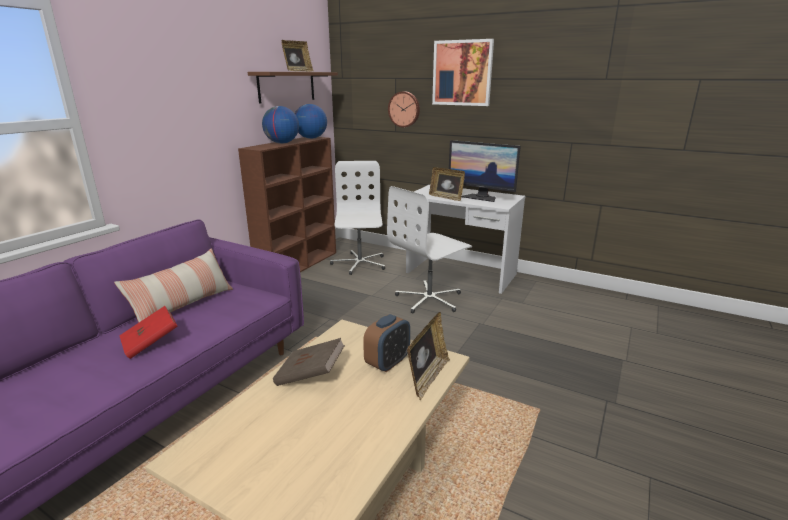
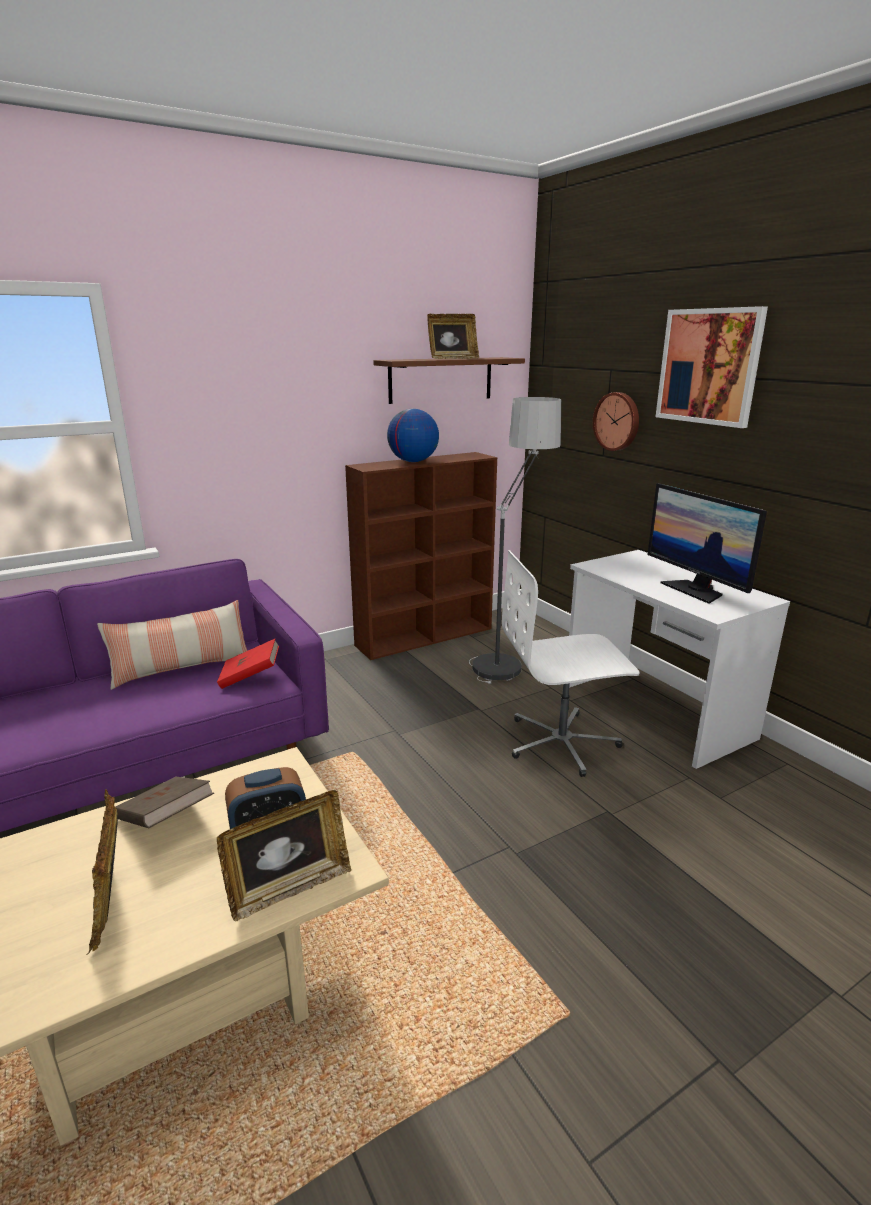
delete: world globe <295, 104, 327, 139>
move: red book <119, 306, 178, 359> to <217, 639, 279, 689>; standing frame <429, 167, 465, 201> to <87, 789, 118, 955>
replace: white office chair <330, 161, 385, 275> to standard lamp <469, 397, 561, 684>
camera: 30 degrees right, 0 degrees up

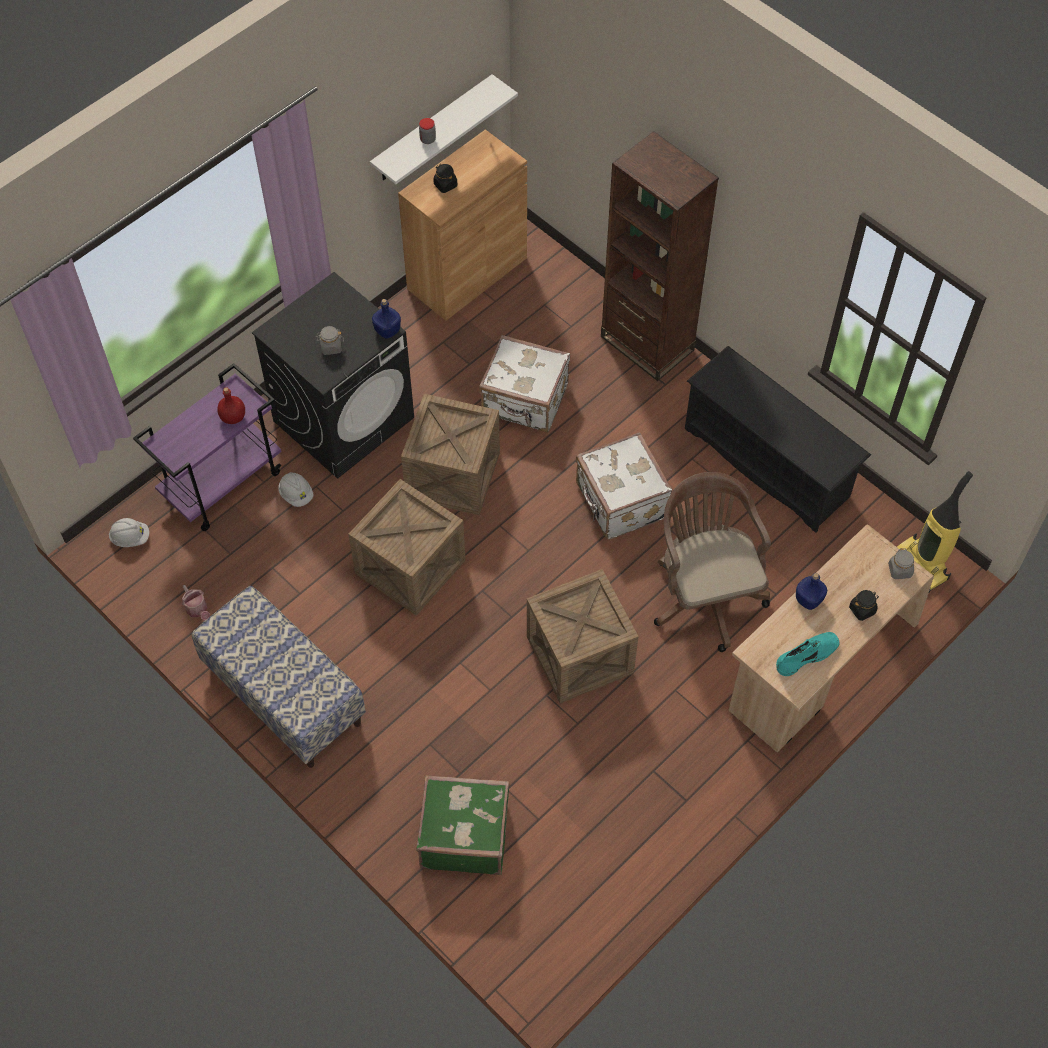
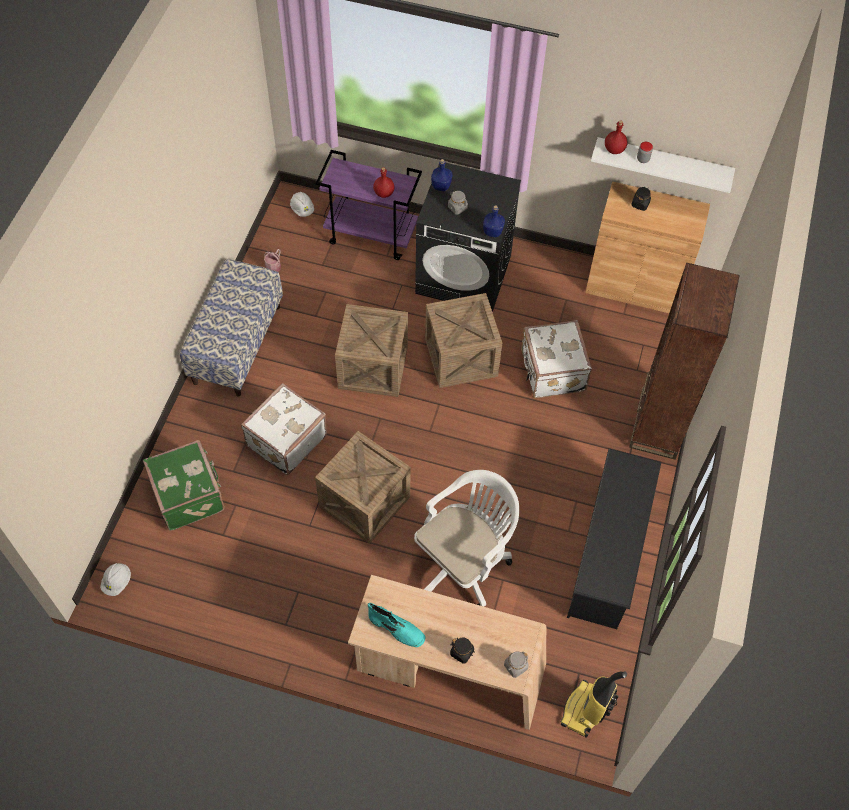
insert: red drink bottle <605, 120, 627, 154>
move: white safety helmet <278, 472, 314, 507> to <100, 563, 131, 596>; white suitcase <576, 432, 672, 540> to <241, 383, 327, 475>; blue-coloured drink bottle <796, 573, 827, 610> to <431, 159, 452, 191>
recolor: brownish office chair <654, 472, 771, 652> to white office chair <414, 470, 519, 607>
camera: 60 degrees right, 0 degrees up

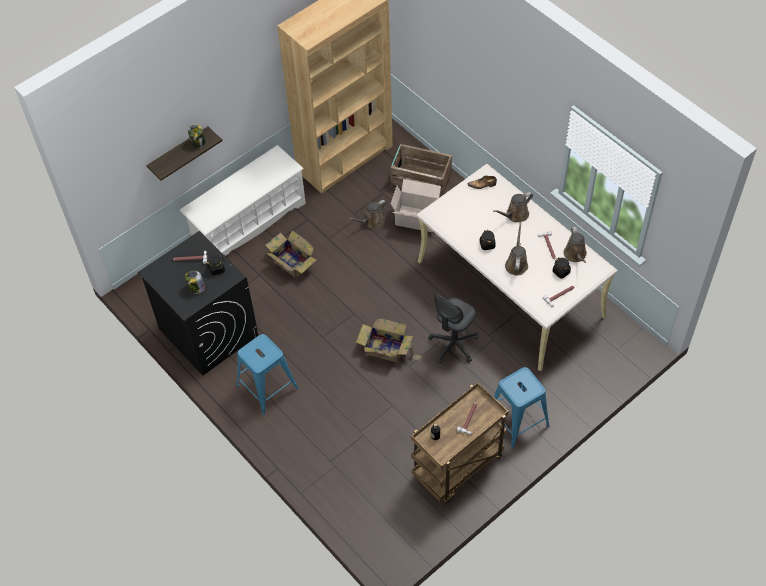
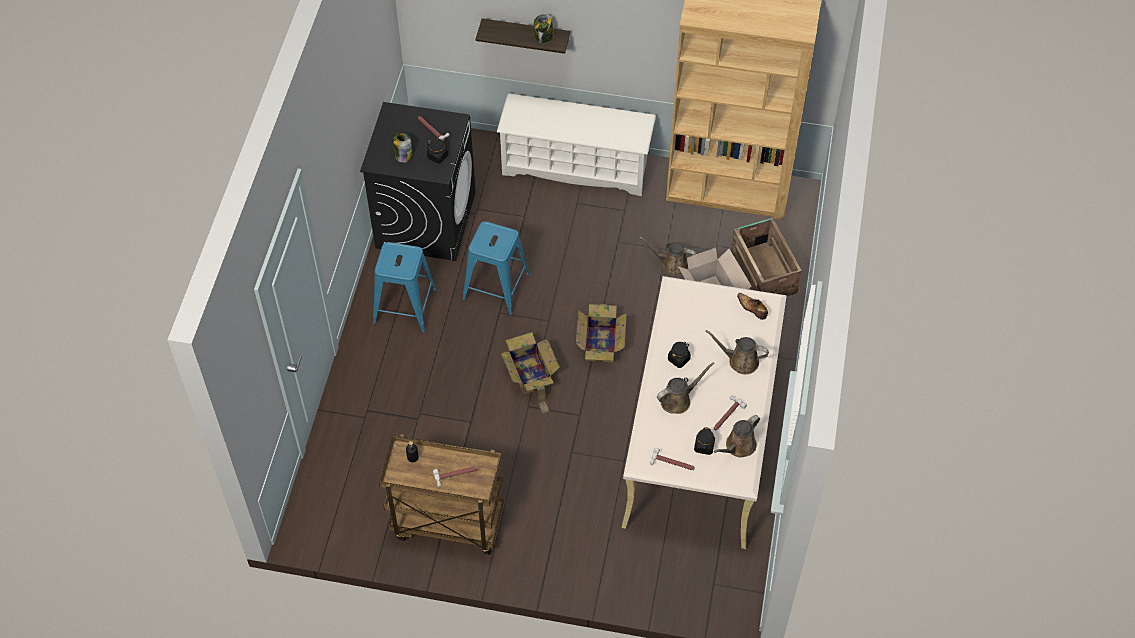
delete: grey office chair <428, 293, 478, 364>
move: packing box <265, 230, 316, 278> to <576, 304, 627, 362>; blue-coloured sitting stool <494, 367, 549, 449> to <462, 221, 530, 315>
camera: 50 degrees right, 0 degrees up

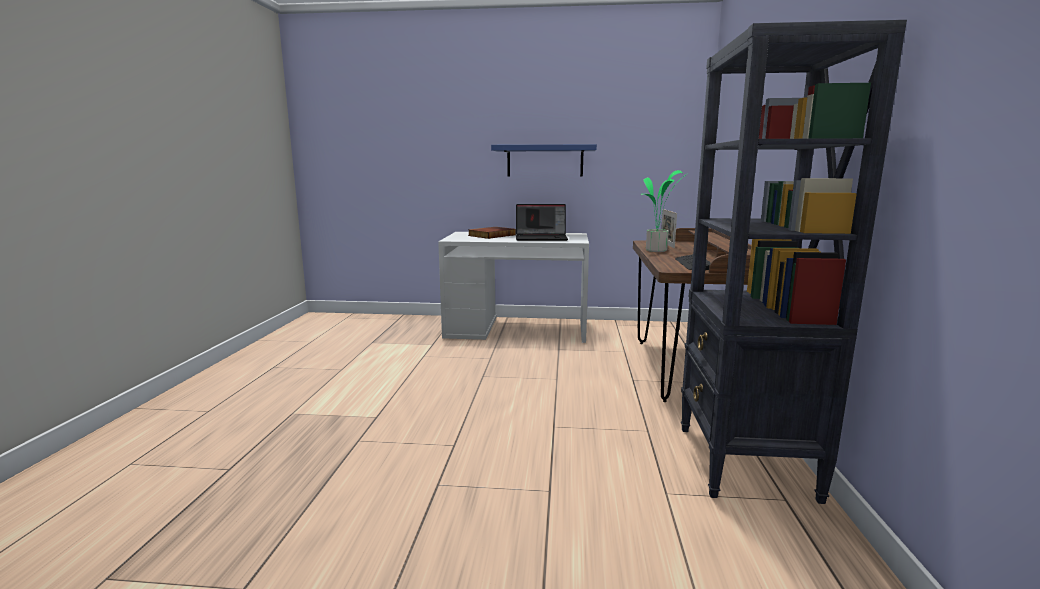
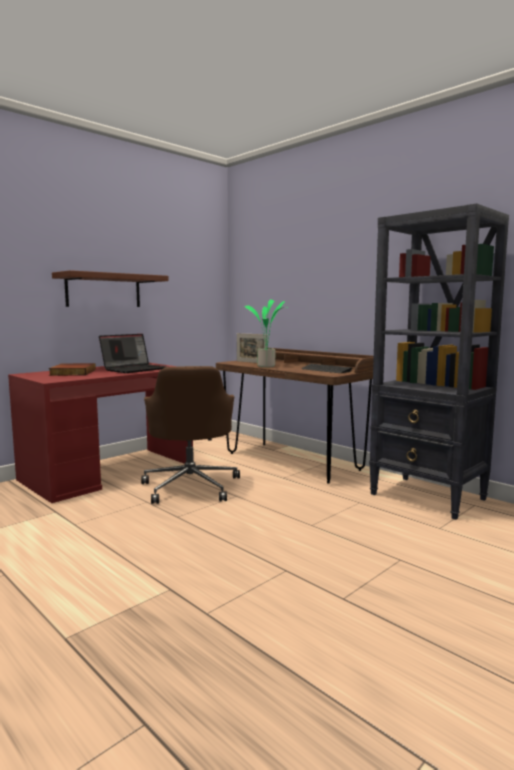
insert: brownish office chair <141, 366, 240, 504>
recolor: white desk <438, 232, 589, 343> to red desk <8, 363, 193, 503>; blue-coloured bracket shelf <491, 144, 597, 177> to brownish bracket shelf <52, 270, 169, 307>
camera: 50 degrees left, 5 degrees down

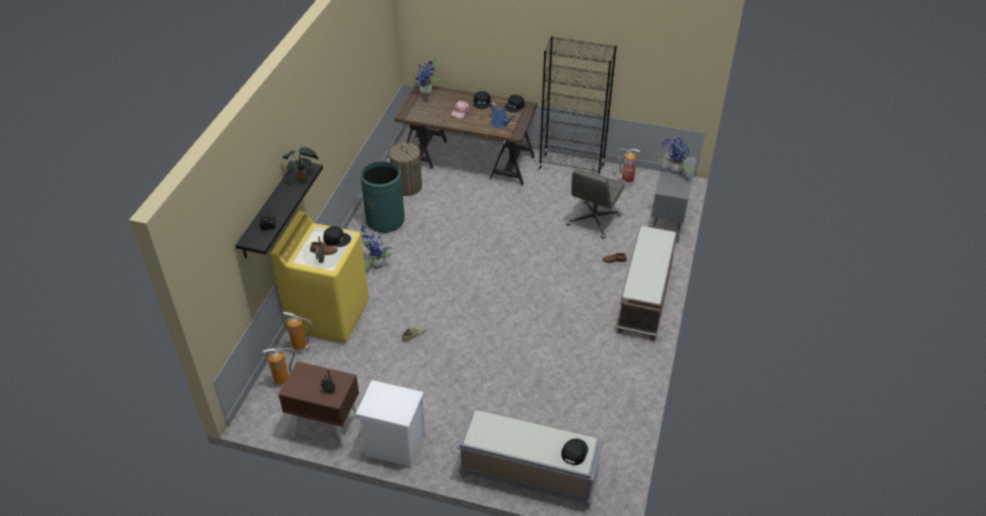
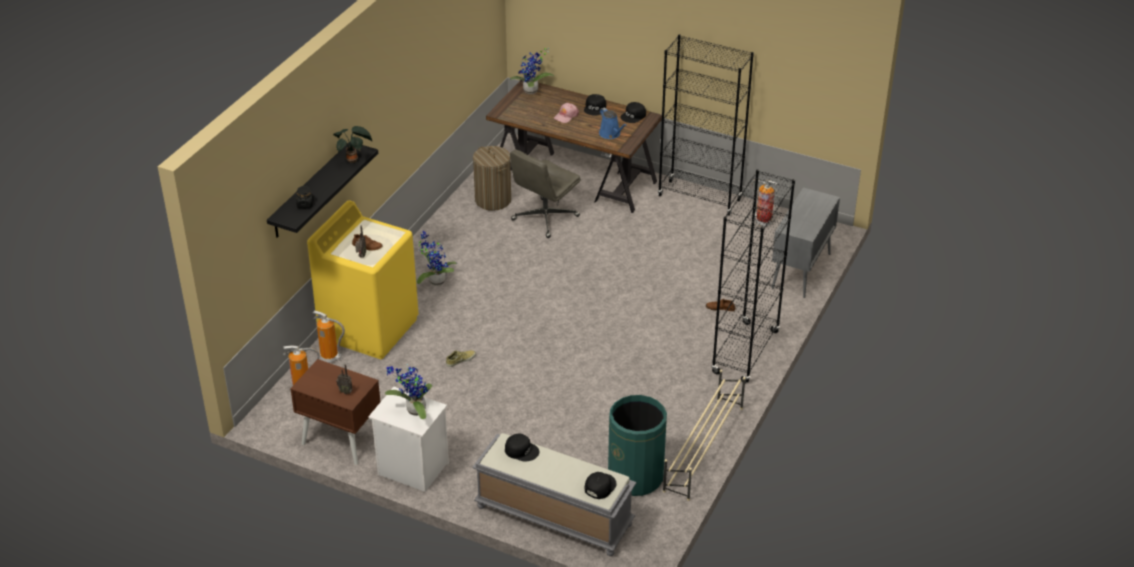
insert: beige-coloured shoe stand <663, 370, 746, 501>
move: black-coloured cap <323, 226, 351, 247> to <505, 433, 539, 462>; green-coloured waste bin <360, 161, 405, 233> to <608, 395, 667, 496>; grey office chair <566, 169, 625, 239> to <510, 150, 581, 238>; houseplant <658, 137, 693, 174> to <385, 364, 432, 419>
replace: brownish bench <617, 225, 678, 340> to black-coloured bookshelf <711, 169, 795, 383>
camera: 10 degrees right, 5 degrees down

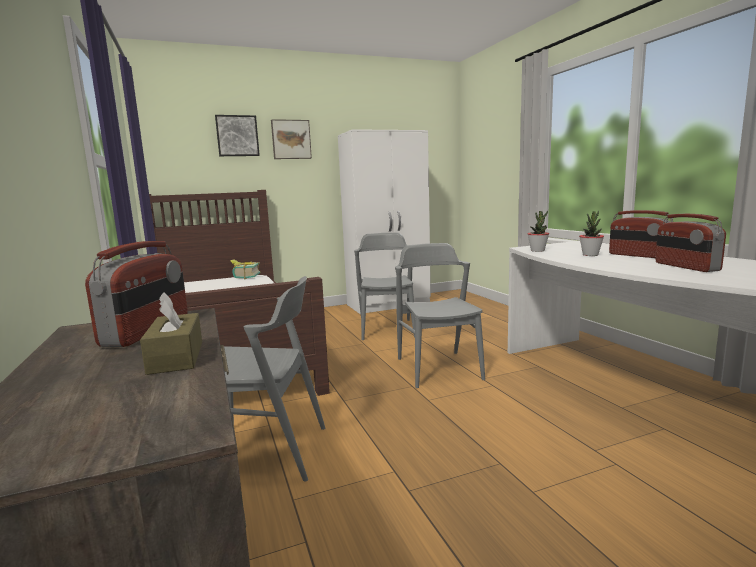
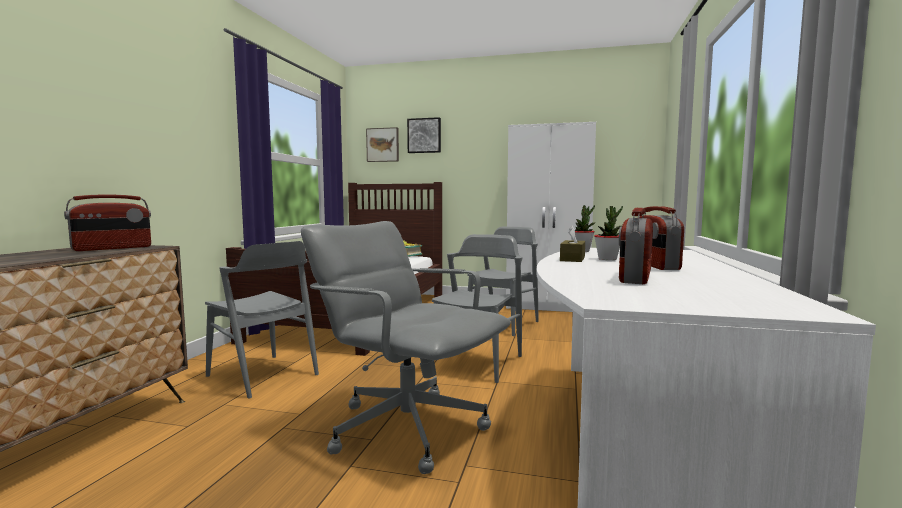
insert: grey office chair <301, 221, 511, 474>
move: brownish tissue box <140, 292, 202, 375> to <560, 226, 585, 262>; wall picture <271, 119, 312, 159> to <366, 127, 399, 162>
camera: 35 degrees right, 5 degrees down

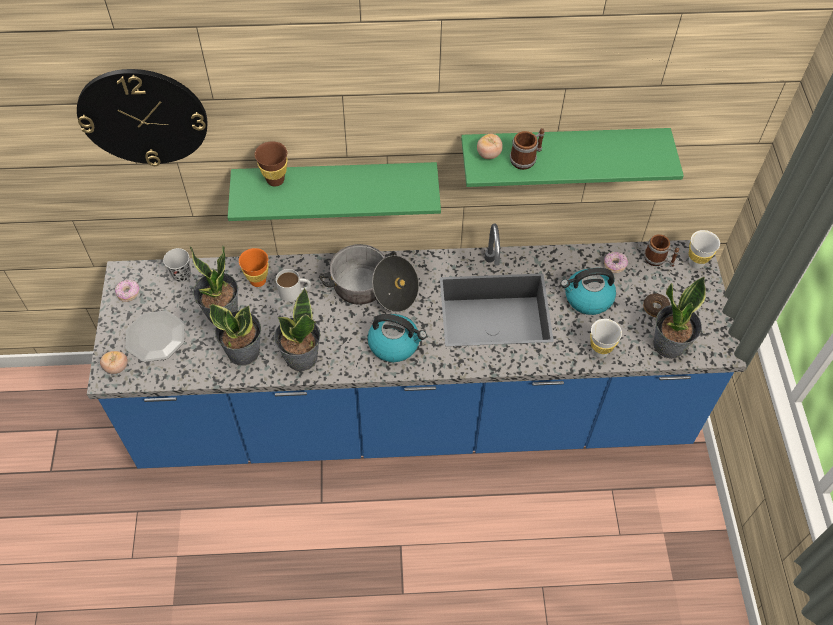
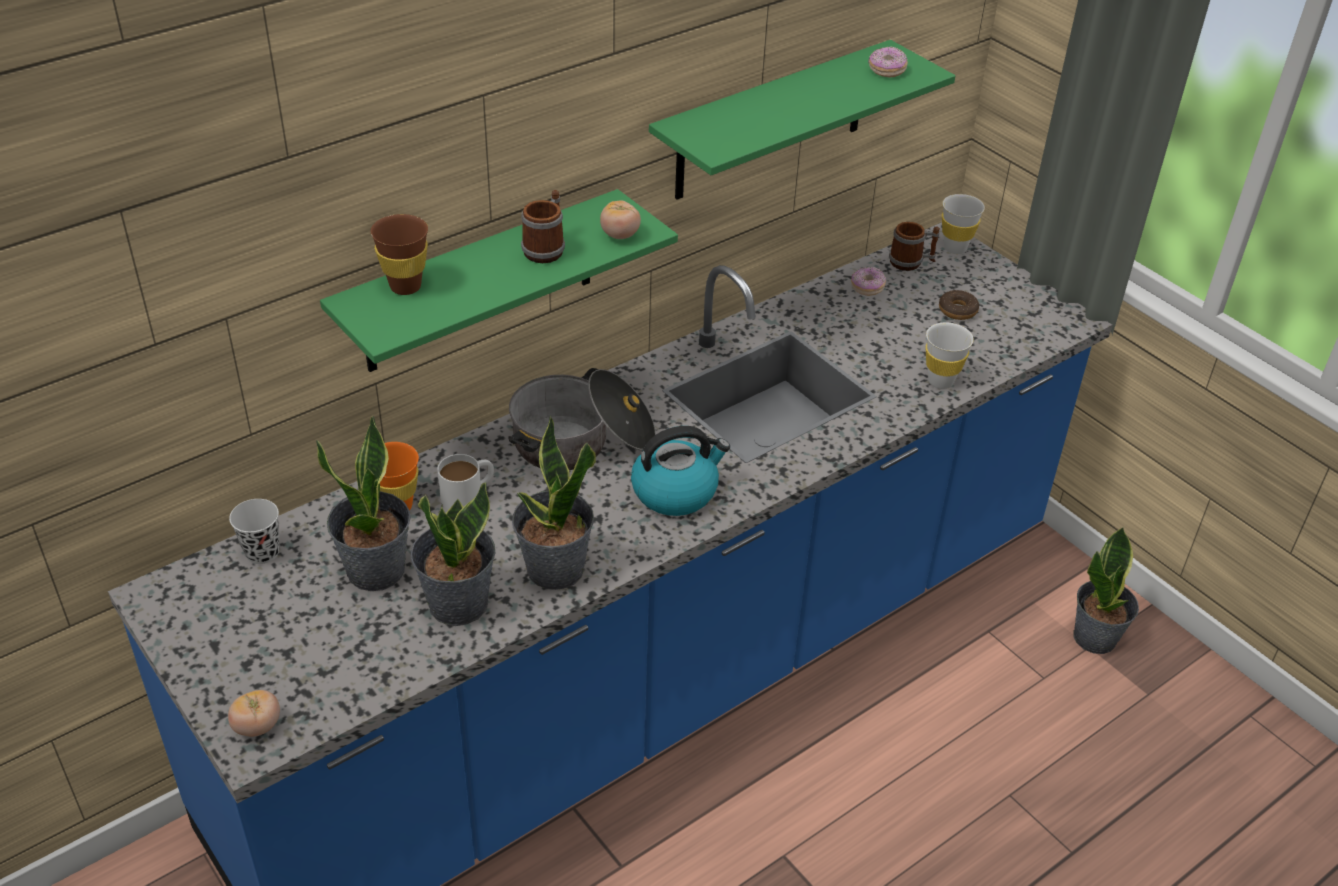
delete: clock on the wall <77, 69, 208, 166>; dinner plate <126, 311, 185, 362>; tea kettle <560, 268, 616, 315>
move: ring doughnut <115, 280, 140, 302> to <868, 46, 908, 77>; tomato <477, 134, 503, 159> to <600, 201, 641, 239>; mug <510, 128, 545, 170> to <521, 190, 565, 263>; houseplant <653, 277, 706, 359> to <1073, 527, 1139, 654>
camera: 35 degrees left, 15 degrees down

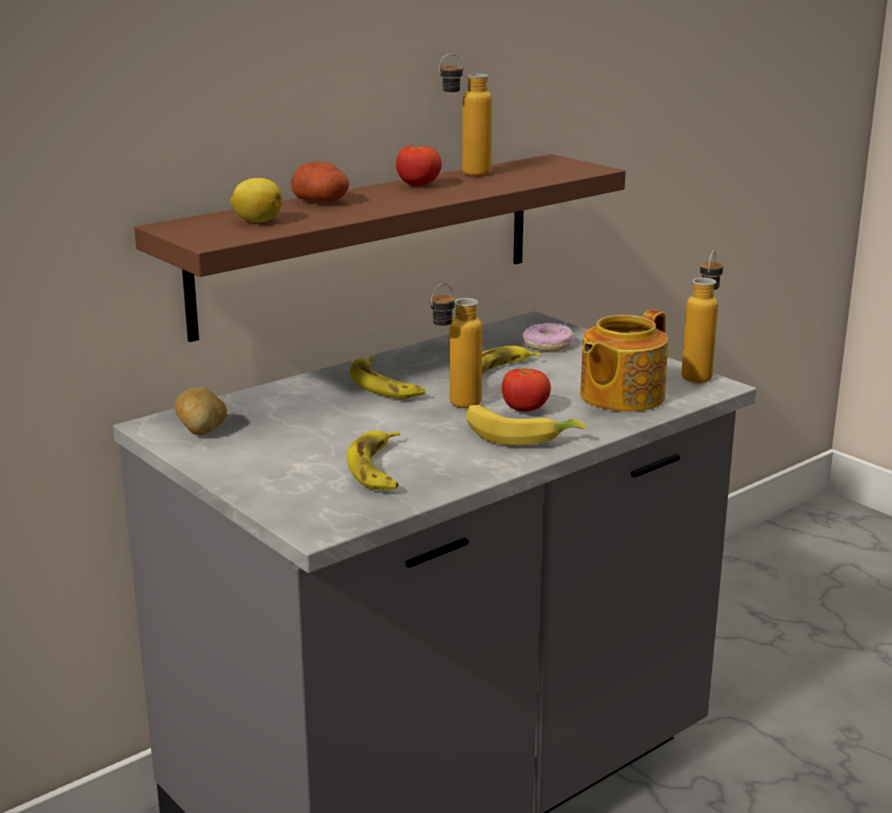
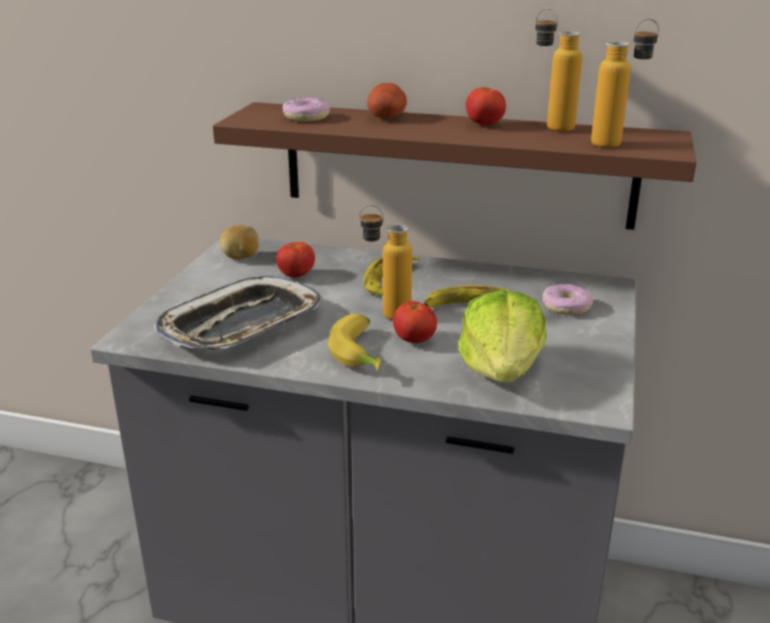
insert: tomato <276, 242, 315, 278>
move: drink bottle <681, 251, 723, 383> to <591, 19, 659, 148>
replace: whole lemon <230, 178, 283, 222> to ring doughnut <283, 97, 330, 122>; banana fruit <346, 430, 400, 490> to tray <154, 276, 323, 349>; teapot <580, 309, 668, 412> to lettuce <458, 290, 547, 383>
camera: 55 degrees right, 5 degrees up

